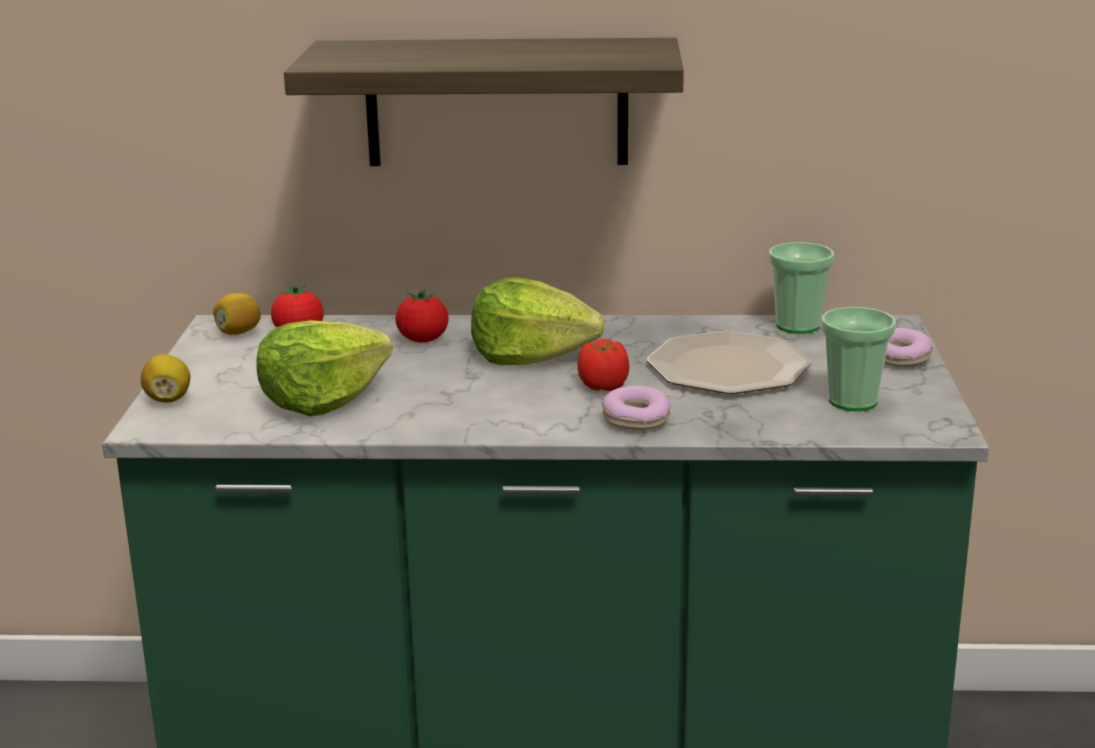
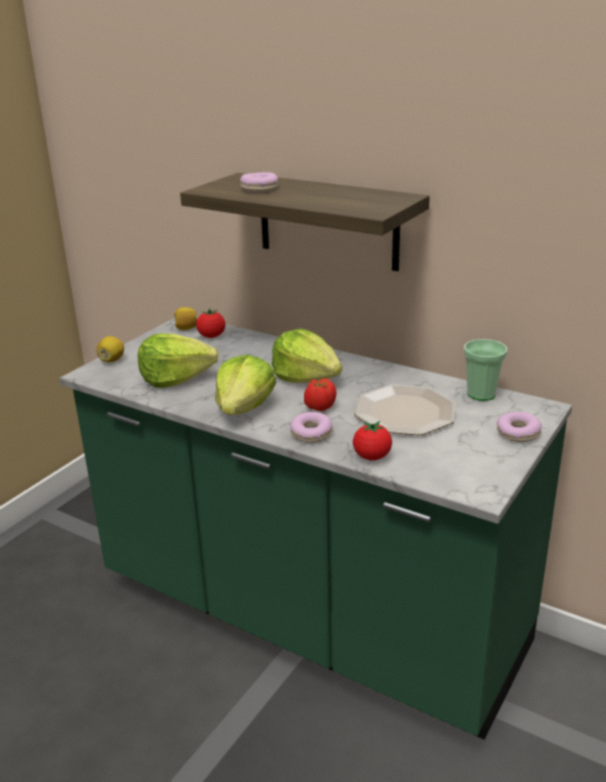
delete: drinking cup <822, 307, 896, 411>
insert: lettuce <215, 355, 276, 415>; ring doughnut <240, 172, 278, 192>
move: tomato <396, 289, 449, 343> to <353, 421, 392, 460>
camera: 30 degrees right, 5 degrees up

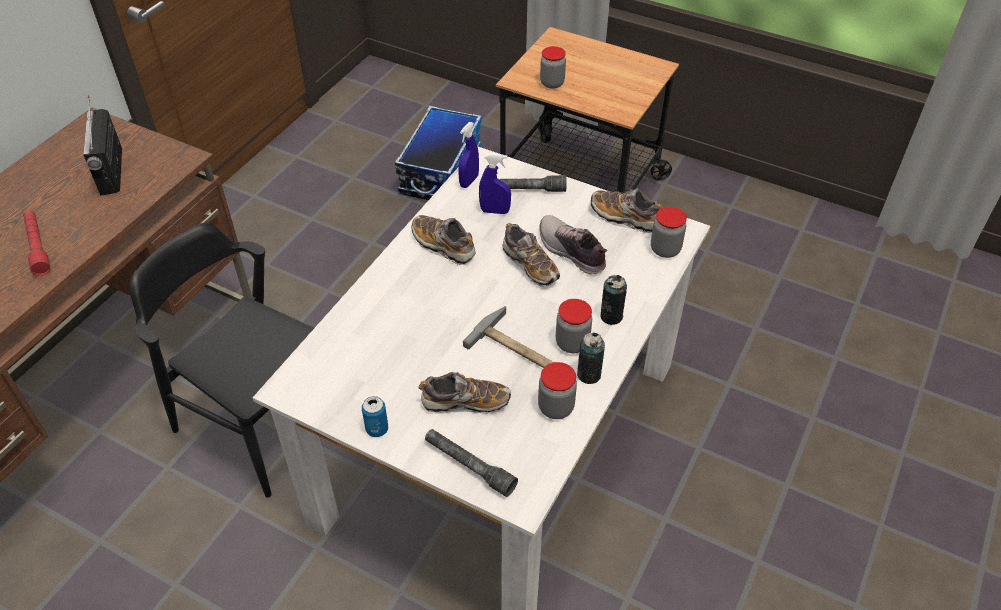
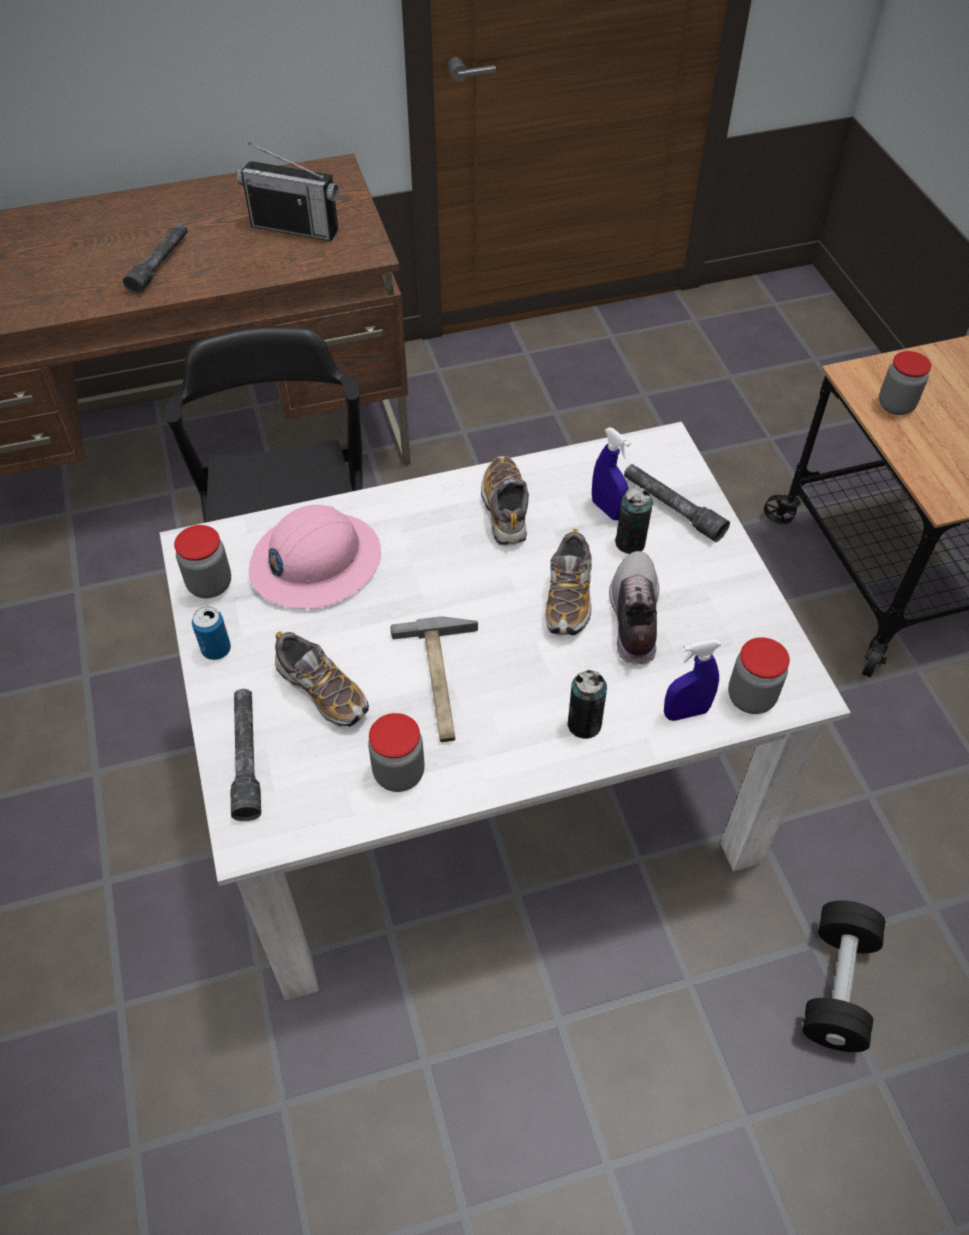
delete: storage box <395, 106, 482, 200>; item of footwear <591, 189, 662, 233>
insert: pinkish safety helmet <249, 505, 381, 609>; black-coloured hand weight <803, 900, 885, 1052>
move: blue-coloured sprayer <458, 122, 479, 188> to <664, 639, 721, 721>; storage jar <556, 299, 592, 353> to <174, 525, 231, 598>; can <577, 333, 605, 384> to <615, 487, 653, 554>
recolor: red torch <23, 210, 50, 276> to grey torch <123, 223, 188, 294>
rotate: radio <83, 96, 122, 195> = <237, 143, 338, 241> 105 degrees counterclockwise
camera: 45 degrees right, 5 degrees up

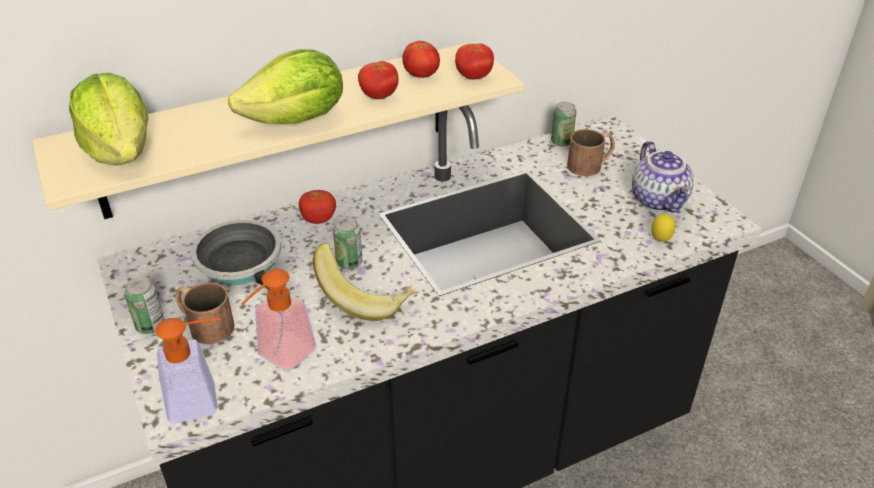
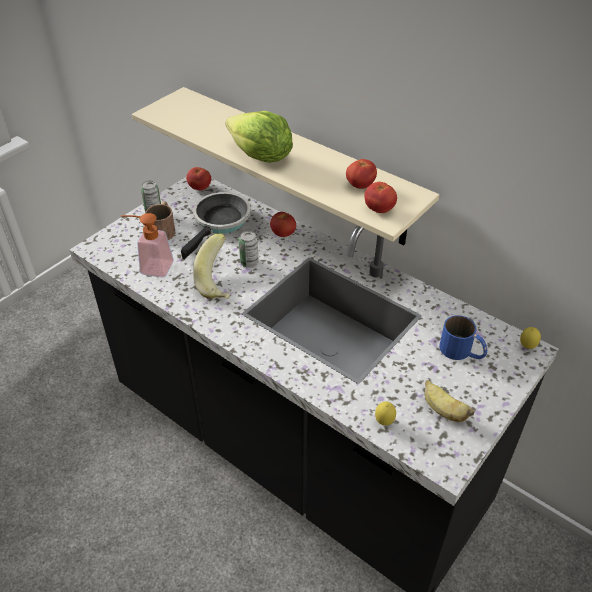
delete: lettuce <69, 73, 149, 165>; liquid soap bottle <155, 318, 221, 423>; can <551, 102, 576, 147>
insert: whole lemon <520, 327, 541, 349>
move: tomato <358, 61, 399, 99> to <186, 167, 211, 190>
replace: teapot <632, 141, 694, 213> to banana fruit <425, 380, 475, 422>
recolor: brownish mug <567, 129, 615, 176> to blue-coloured mug <439, 315, 487, 360>
camera: 65 degrees right, 5 degrees up

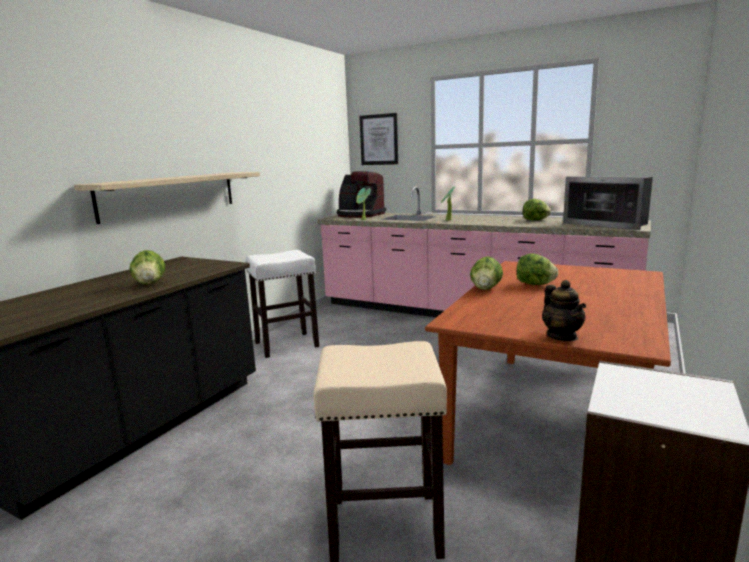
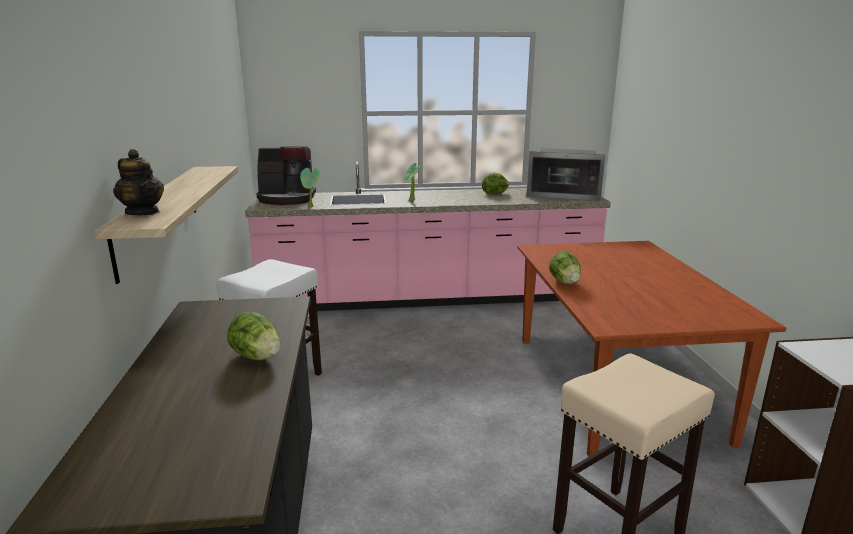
delete: wall picture <359, 113, 398, 165>; lettuce <516, 254, 558, 285>
move: teapot <542, 280, 586, 341> to <113, 149, 164, 215>
camera: 35 degrees left, 5 degrees up

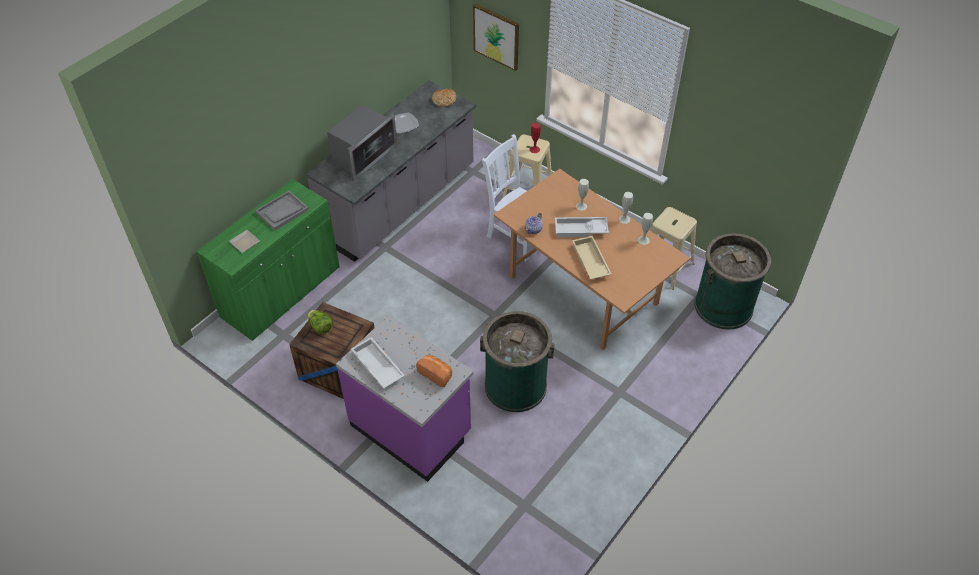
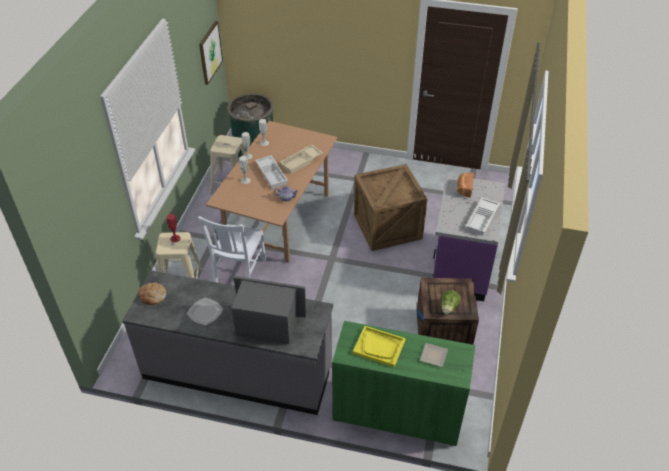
move: wall picture <473, 4, 519, 71> to <199, 21, 223, 85>
replace: green-coloured waste bin <480, 311, 555, 412> to shipping crate <354, 164, 428, 251>
recolor: grey tray <255, 191, 309, 230> to yellow tray <353, 326, 405, 367>
camera: 115 degrees left, 5 degrees down

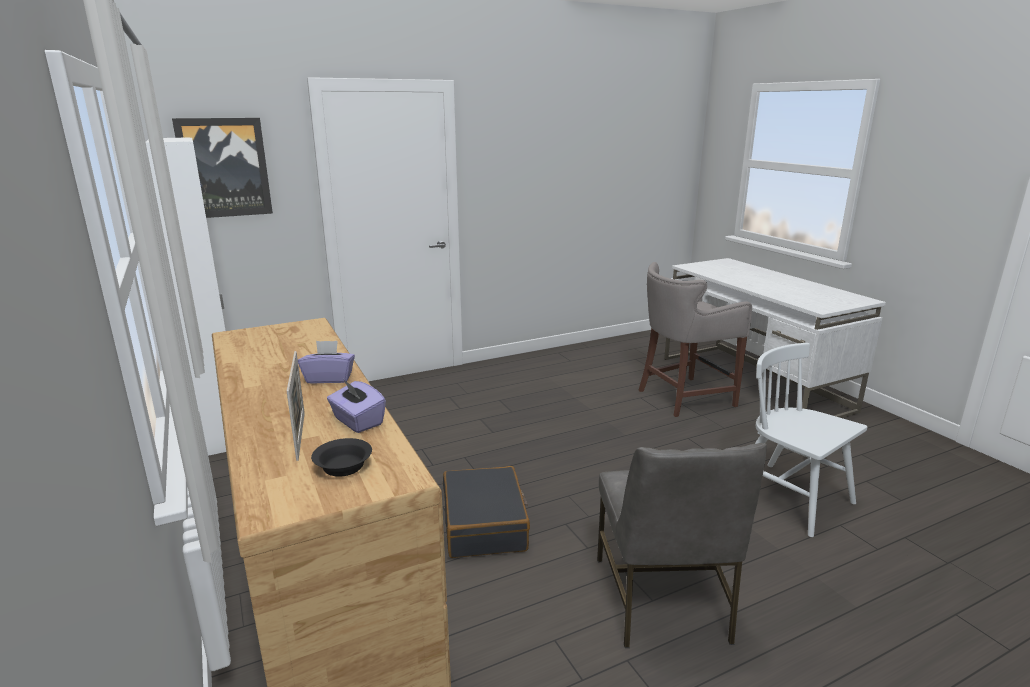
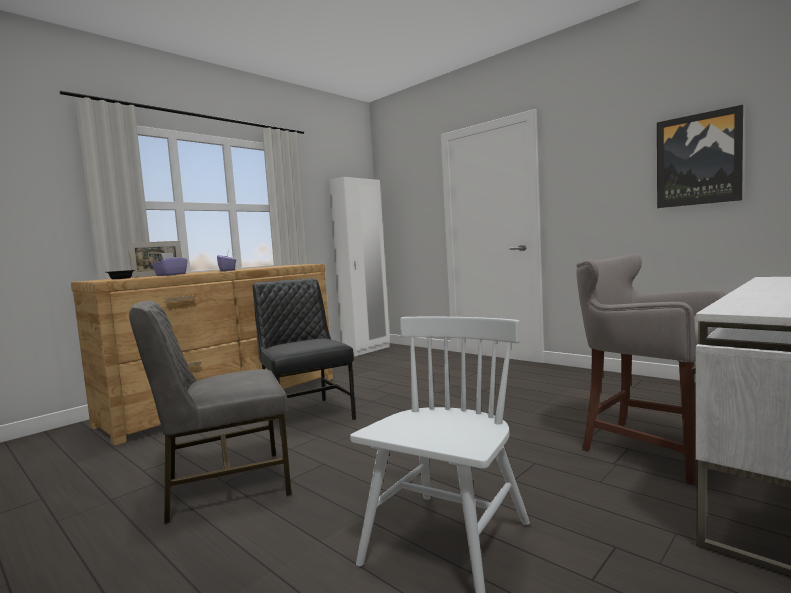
move: wall picture <172, 118, 273, 218> to <657, 105, 743, 208>
replace: black-coloured suitcase <443, 466, 530, 558> to black-coloured upright chair <252, 278, 356, 435>
camera: 70 degrees right, 15 degrees down

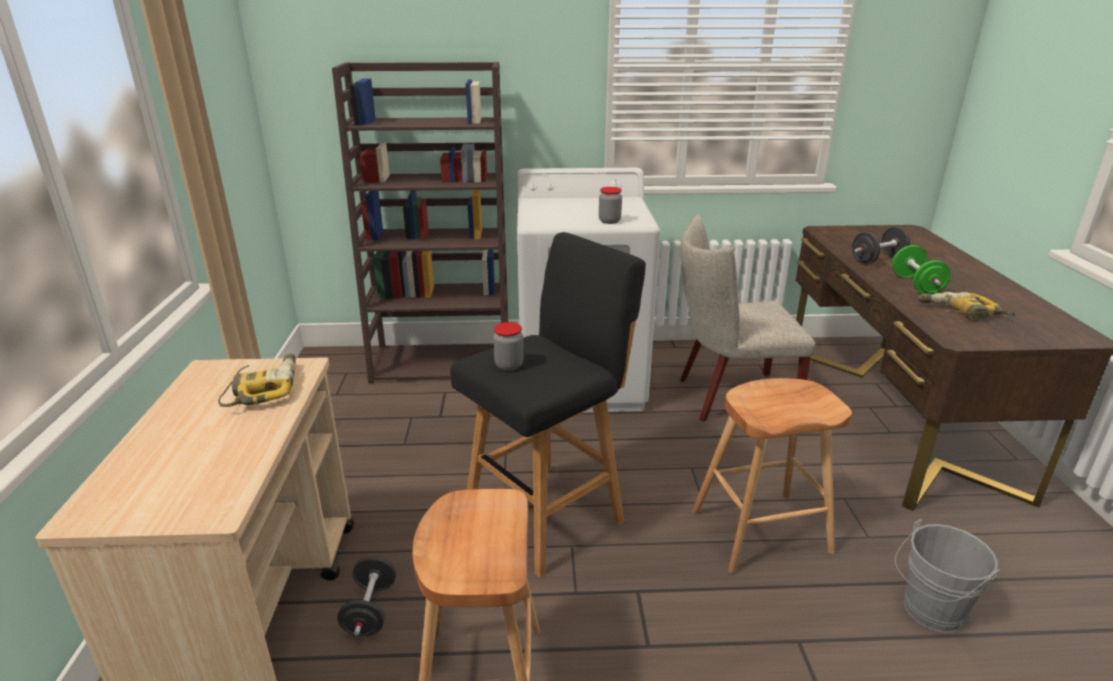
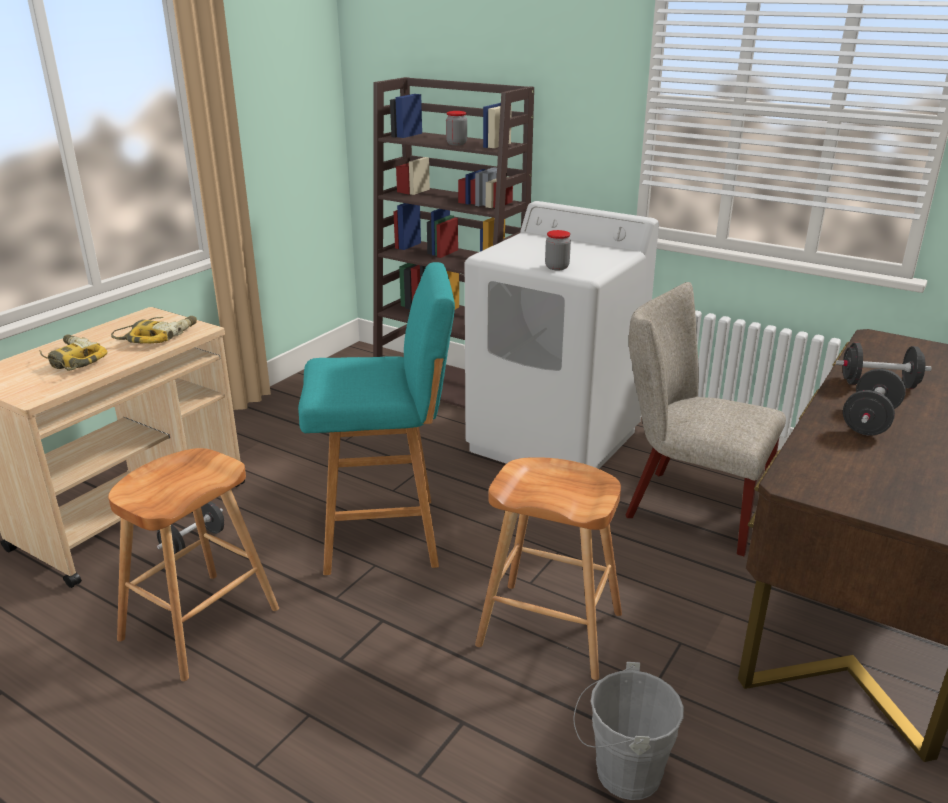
move: storage jar <493, 322, 524, 371> to <446, 111, 467, 145>; power drill <918, 292, 1015, 321> to <40, 335, 108, 371>
recolor: black-coloured sitting stool <450, 232, 646, 577> to turquoise sitting stool <298, 262, 455, 575>; green-coloured hand weight <892, 245, 951, 295> to black-coloured hand weight <843, 369, 906, 435>
camera: 35 degrees right, 0 degrees up

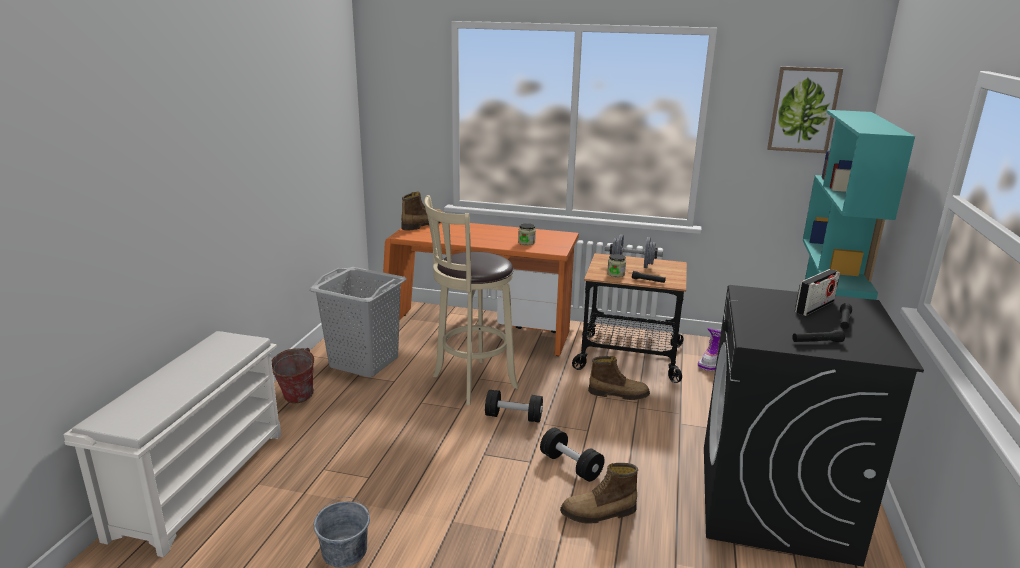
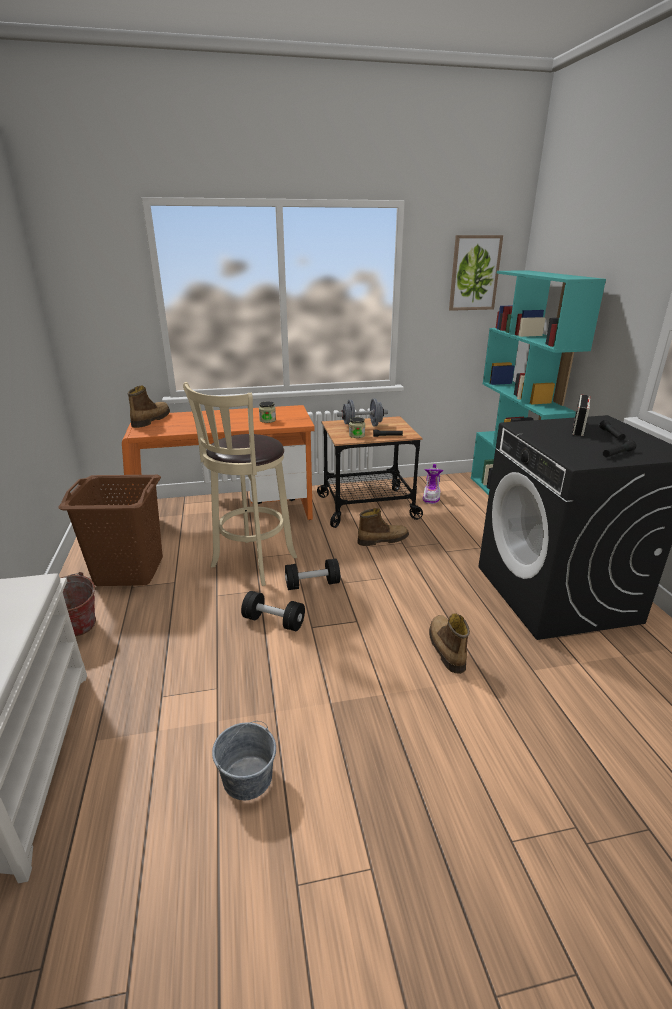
move: black-coloured hand weight <540, 428, 604, 482> to <241, 591, 305, 631>
recolor: grey laundry basket <309, 267, 407, 377> to brownish laundry basket <58, 475, 163, 586>
rotate: boot <560, 463, 638, 523> = <429, 613, 470, 674> 120 degrees clockwise
camera: 25 degrees left, 5 degrees up

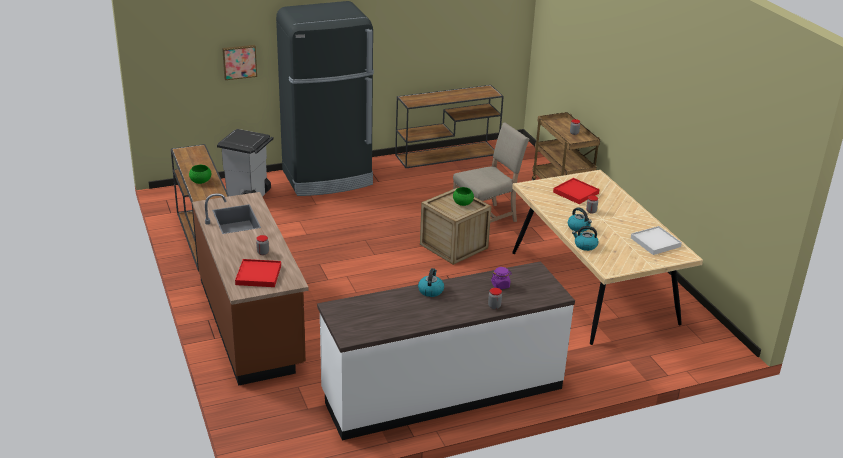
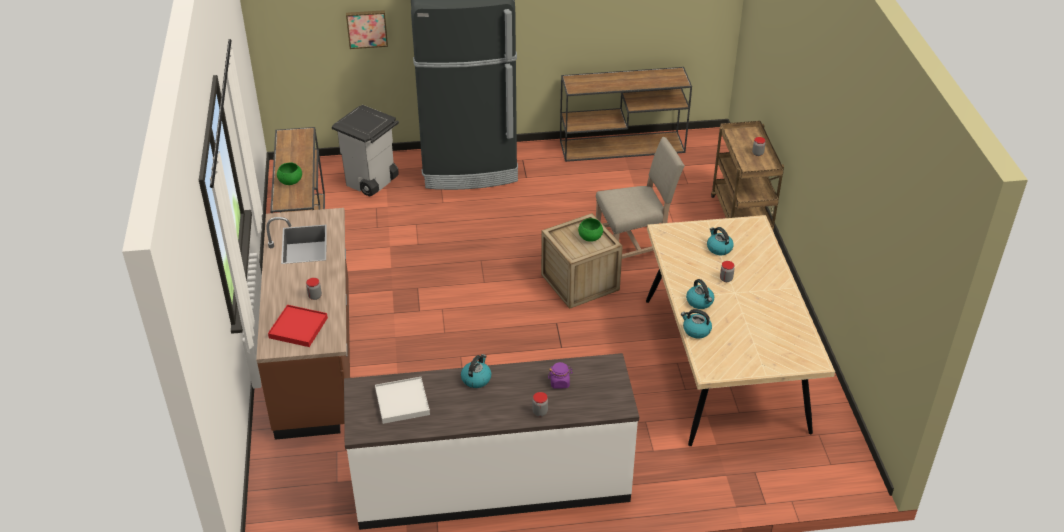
move: white tray <631, 226, 682, 255> to <375, 377, 430, 424>
replace: red tray <553, 178, 600, 204> to tea kettle <707, 227, 734, 255>
camera: 15 degrees right, 10 degrees up

